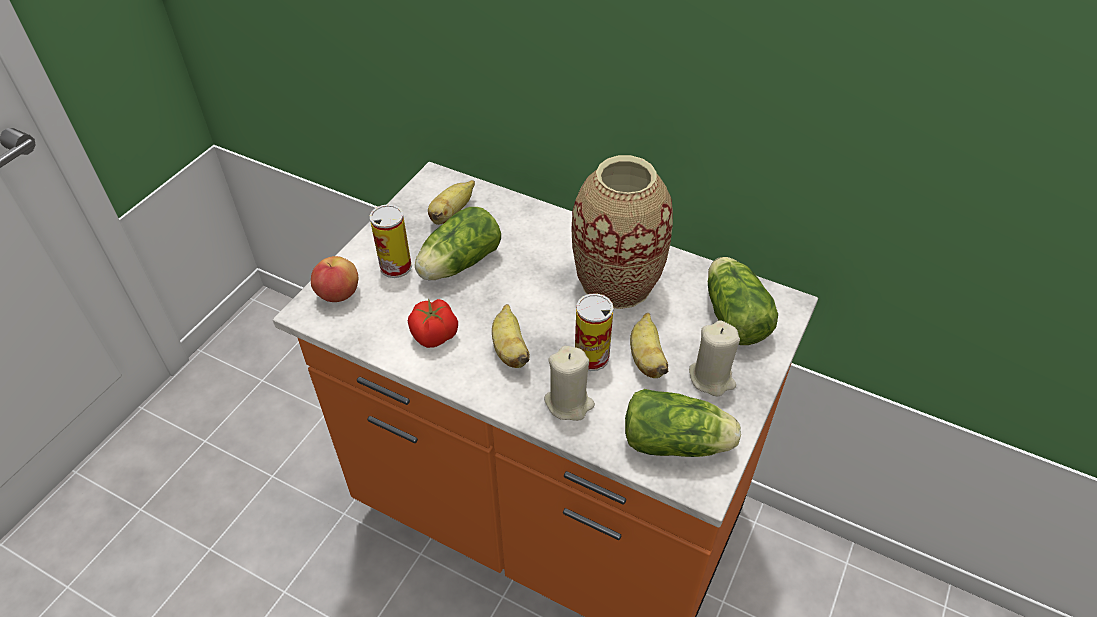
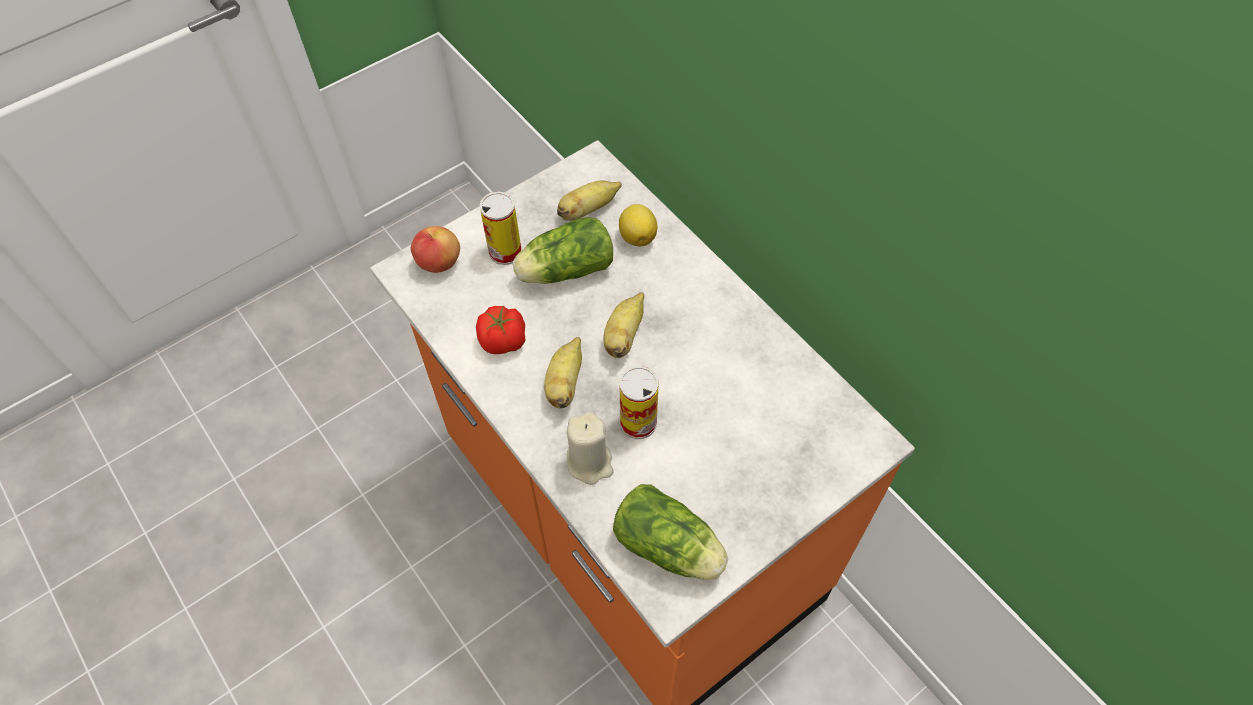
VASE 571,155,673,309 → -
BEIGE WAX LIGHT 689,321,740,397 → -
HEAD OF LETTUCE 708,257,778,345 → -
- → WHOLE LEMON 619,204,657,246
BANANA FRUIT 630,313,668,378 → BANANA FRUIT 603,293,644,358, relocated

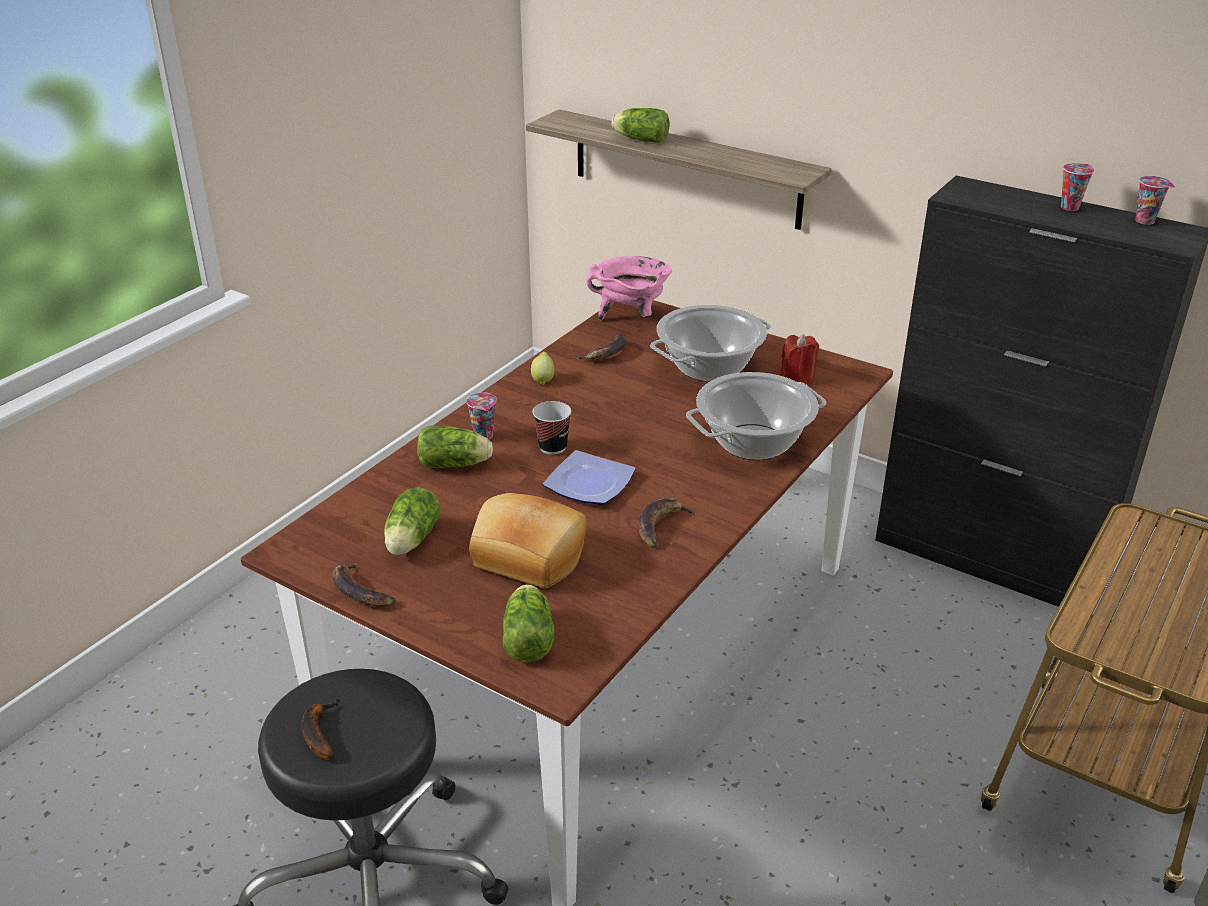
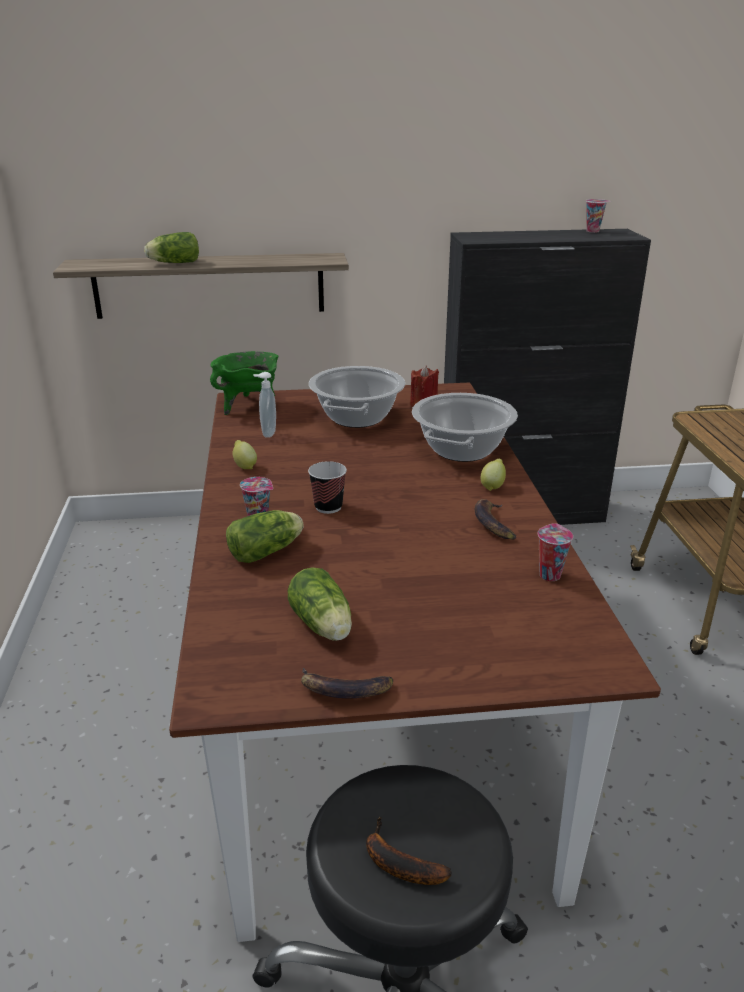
BAKERY BREAD 469,493,587,588 → -
HEAD OF LETTUCE 502,585,555,663 → -
FLAT DISH 543,450,636,505 → -
- → WHOLE LEMON 481,459,506,491
CUP 1061,163,1094,211 → CUP 538,523,573,581, relocated
BANANA FRUIT 575,334,627,360 → LIQUID SOAP BOTTLE 253,372,276,438
PINKISH STOCKPOT 586,256,672,320 → GREENISH STOCKPOT 210,351,279,415

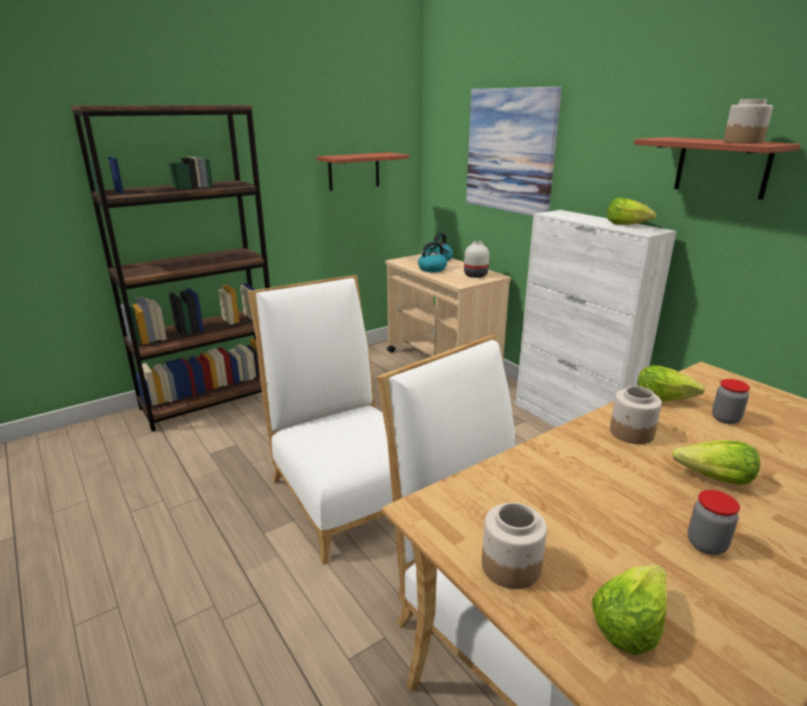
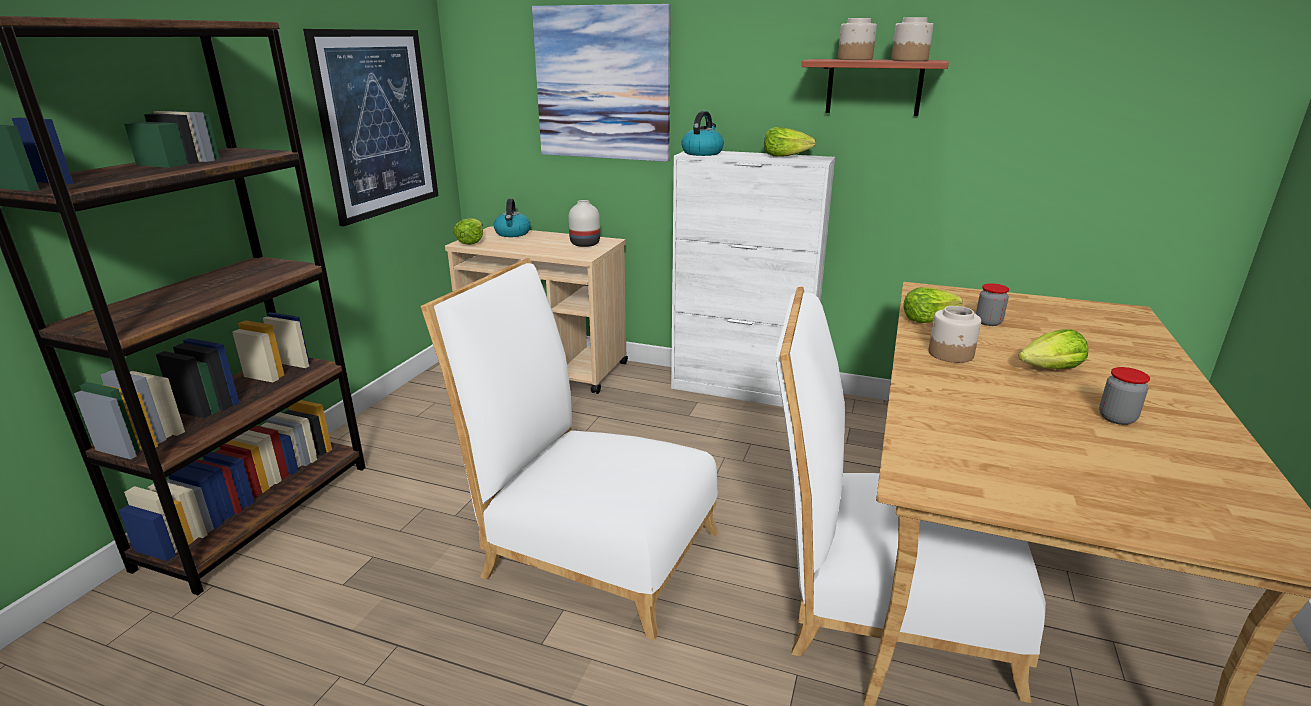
WATER KETTLE 418,242,449,272 → WATER KETTLE 681,111,724,156, relocated
JAR 482,503,547,589 → JAR 838,18,877,60, relocated
HEAD OF LETTUCE 591,565,667,655 → HEAD OF LETTUCE 453,218,483,245, relocated
WALL SHELF 317,152,409,191 → WALL ART 303,29,439,226

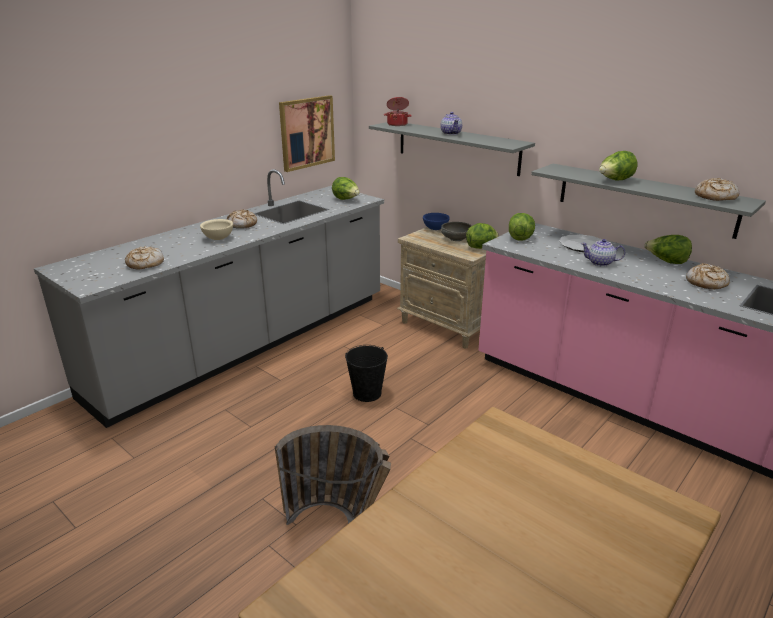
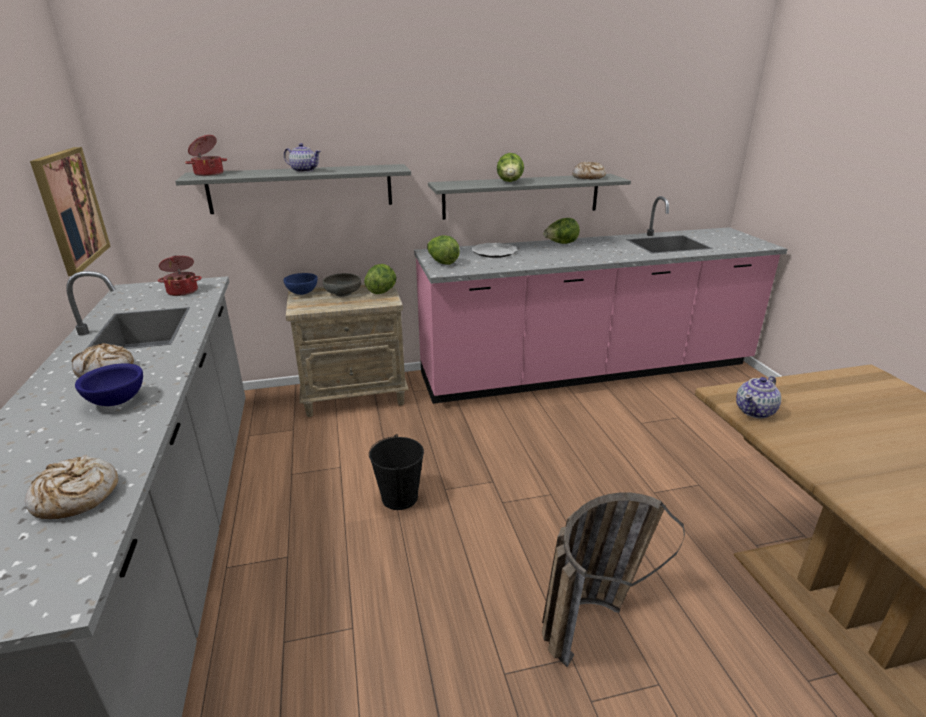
BAKERY BREAD 686,263,730,289 → -
POT FOR TEA 581,239,625,267 → POT FOR TEA 736,376,781,419, relocated
HEAD OF LETTUCE 332,177,360,200 → STOCKPOT 158,256,202,296
BEIGE DEEP DISH 200,219,233,240 → BLUE-COLOURED DEEP DISH 75,363,143,406

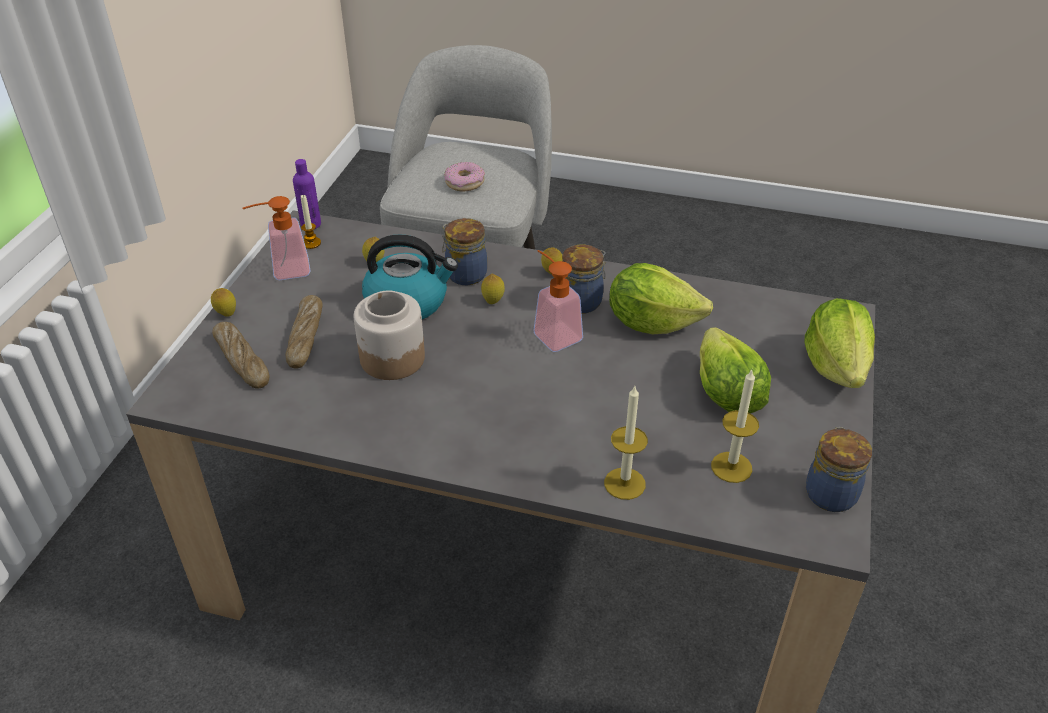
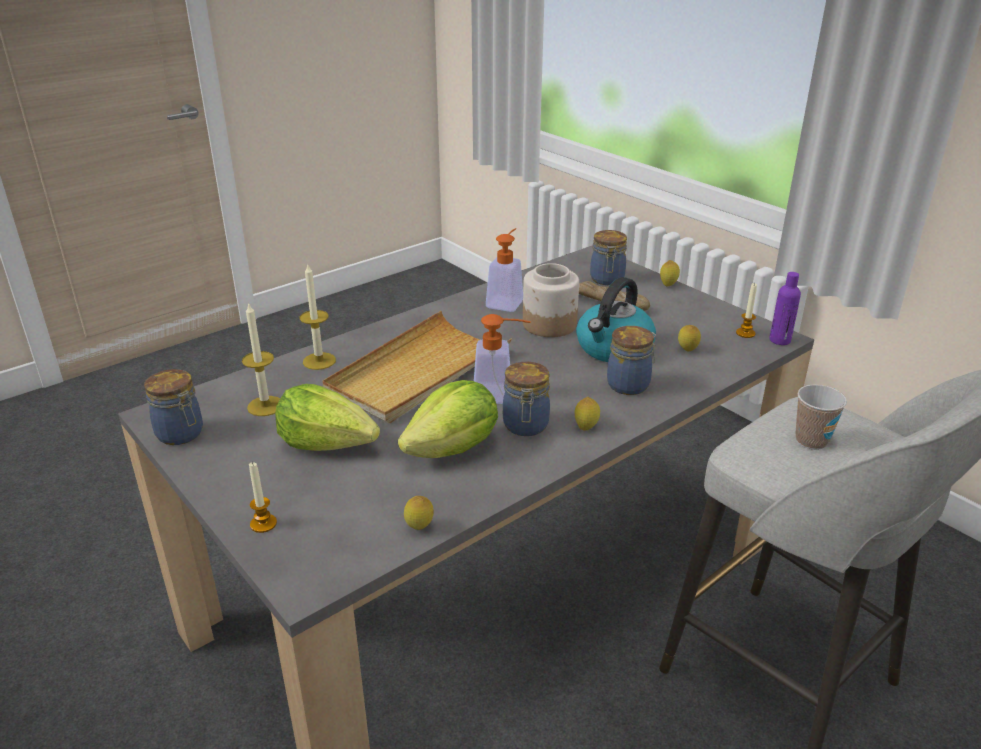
- → BEIGE CARRYING TRAY 322,311,512,423
LIQUID SOAP BOTTLE 242,196,311,280 → LIQUID SOAP BOTTLE 486,228,523,312, relocated
WHOLE LEMON 481,274,505,304 → WHOLE LEMON 404,496,434,530, relocated
BAKERY BREAD 212,322,270,389 → JAR 590,230,627,285
DOUGHNUT 444,162,485,192 → CUP 795,384,847,450
HEAD OF LETTUCE 805,298,875,388 → WAX LIGHT 249,462,277,533

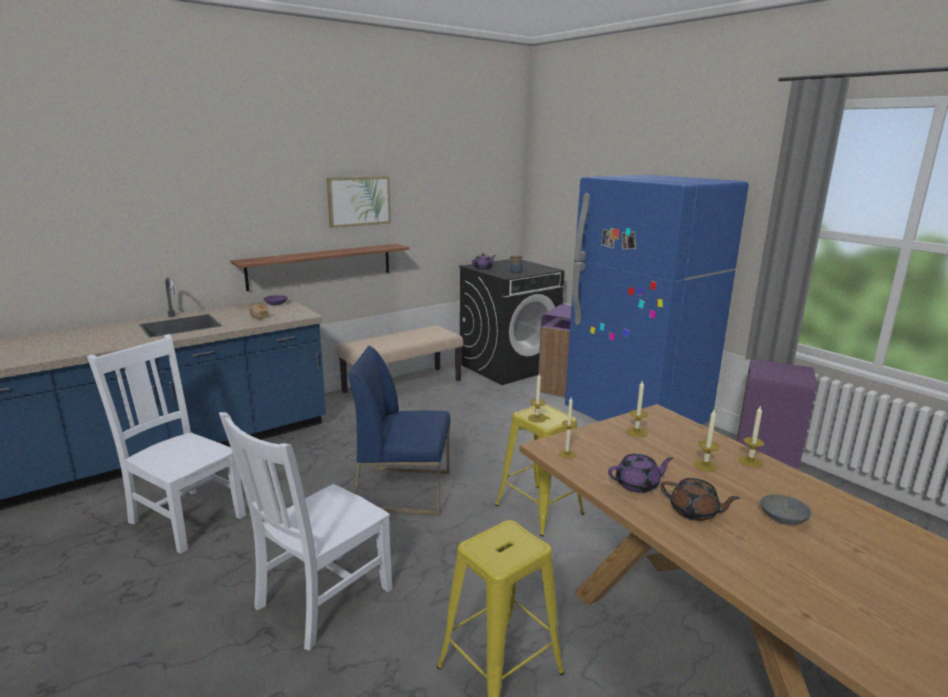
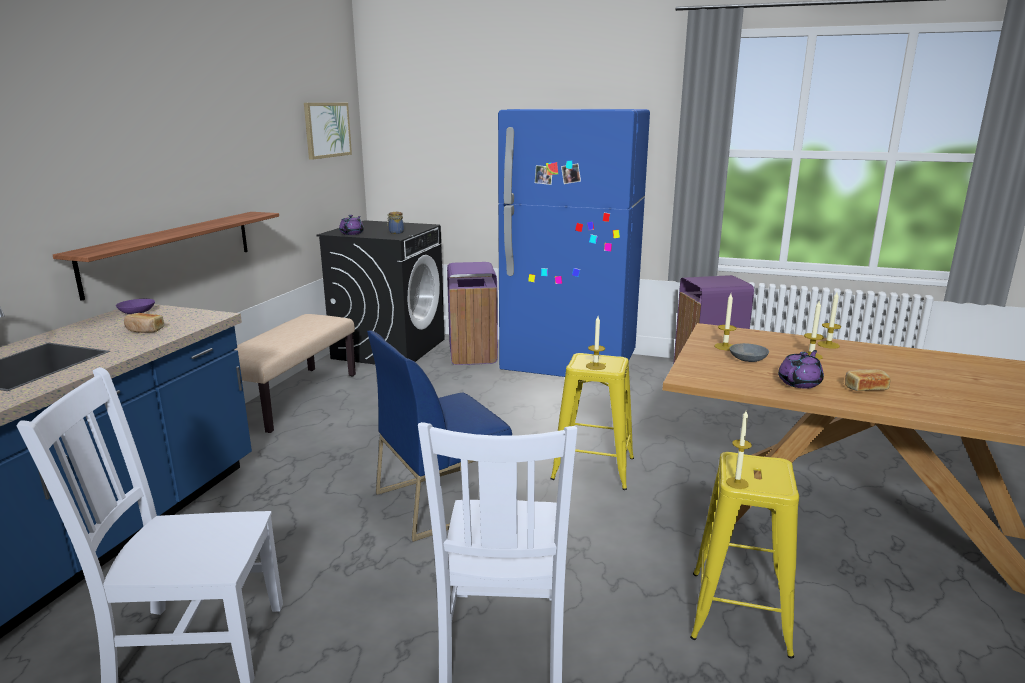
WALL ART 327,176,391,228 → WALL ART 304,103,352,160, relocated
WAX LIGHT 559,398,577,459 → WAX LIGHT 726,411,752,489, relocated
GREY DEEP DISH 760,494,812,525 → GREY DEEP DISH 729,343,769,362, relocated
BROWNISH POT FOR TEA 661,478,740,521 → BAKERY BREAD 845,369,891,391

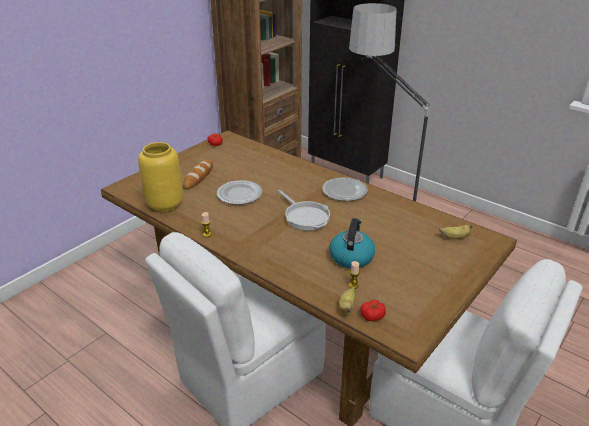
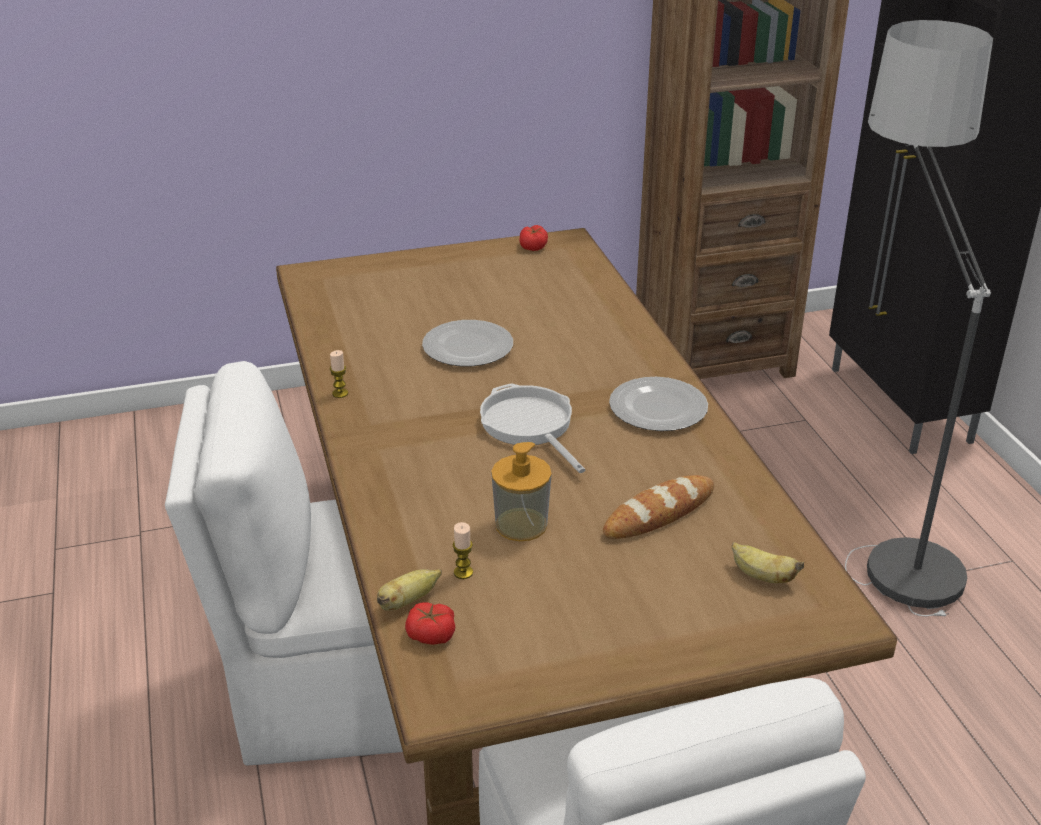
YELLOWISH VASE 138,142,183,212 → -
BAKERY BREAD 183,160,213,189 → BAKERY BREAD 603,475,714,539, relocated
WATER KETTLE 329,218,375,268 → LIQUID SOAP BOTTLE 491,442,552,541
SKILLET 278,190,330,231 → SKILLET 480,383,585,473, 150 degrees clockwise

